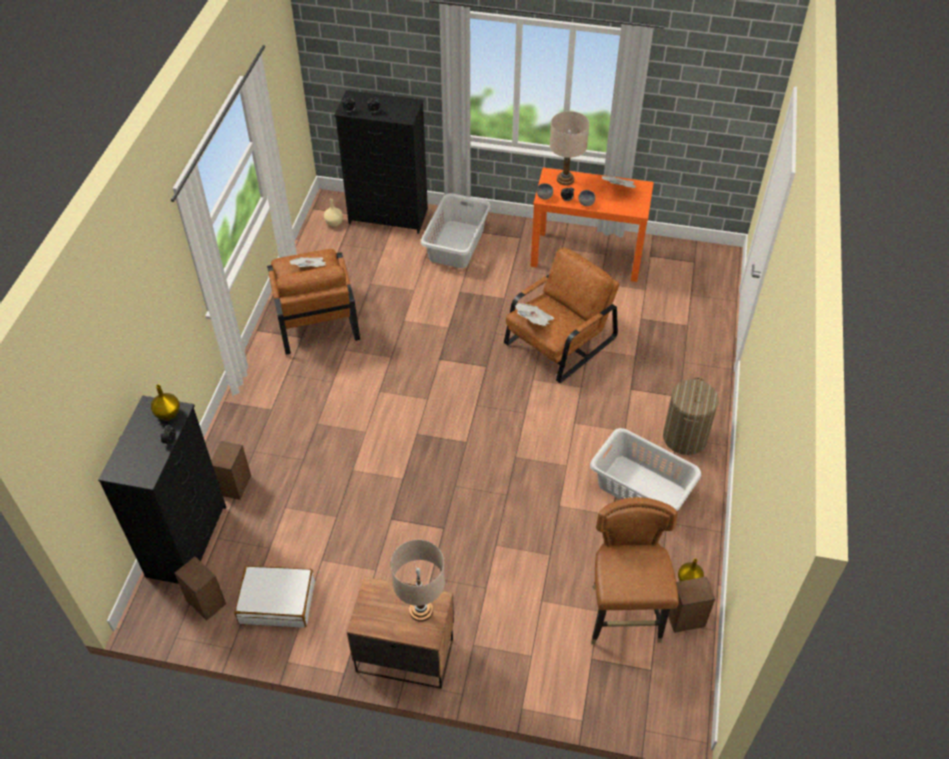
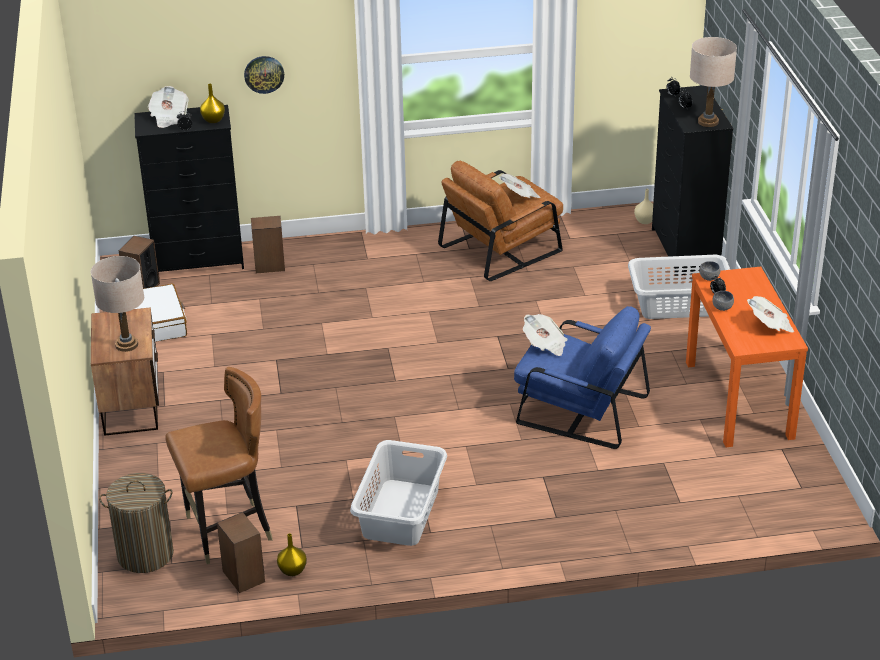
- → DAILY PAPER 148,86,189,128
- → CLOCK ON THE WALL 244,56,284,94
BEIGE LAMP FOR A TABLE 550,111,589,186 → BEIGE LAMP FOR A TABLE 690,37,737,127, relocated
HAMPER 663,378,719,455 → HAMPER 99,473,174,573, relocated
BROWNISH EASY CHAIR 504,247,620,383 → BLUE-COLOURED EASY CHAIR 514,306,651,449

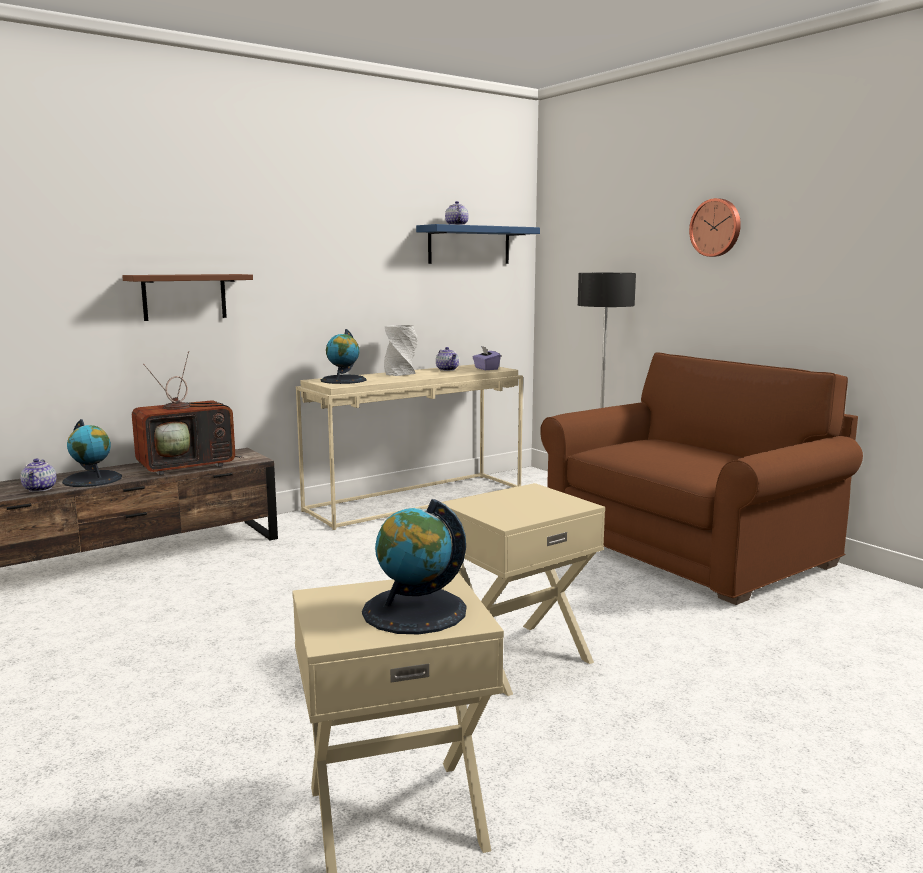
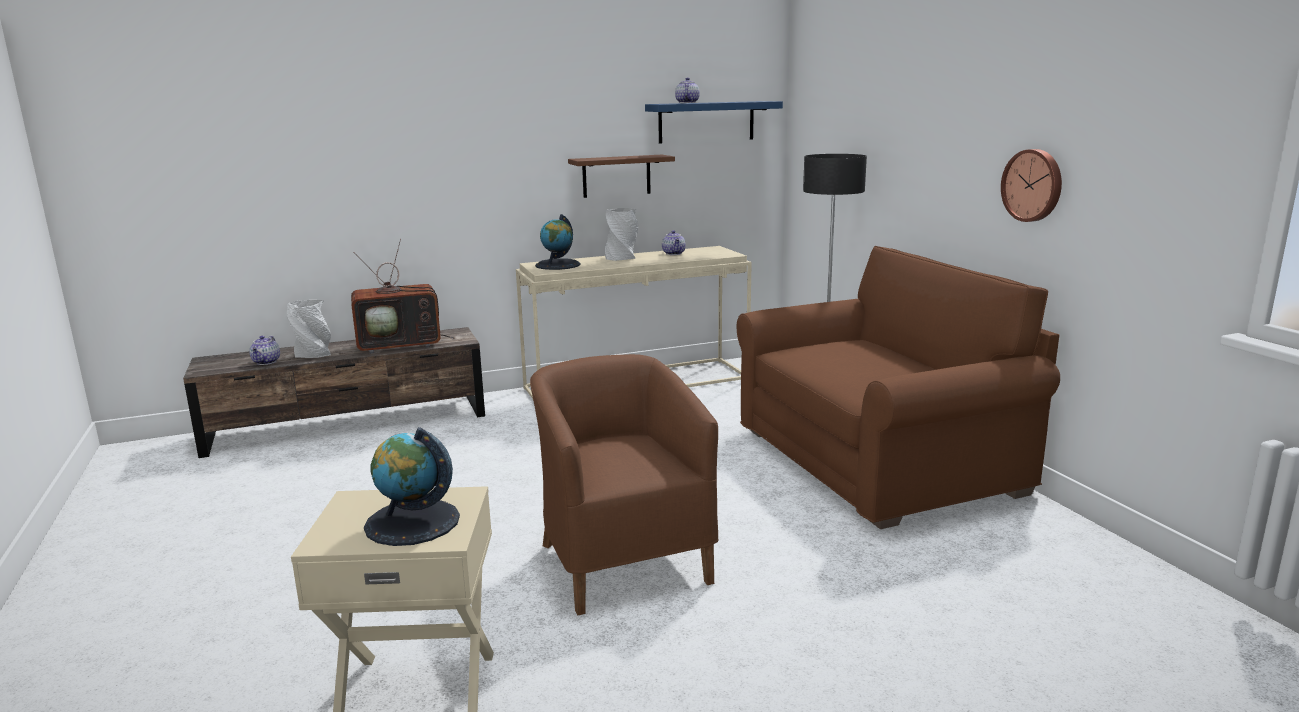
PURPLE-COLOURED BOX OF TISSUES 473,346,501,370 → -
BROWNISH WALL SHELF 122,274,253,321 → BROWNISH WALL SHELF 568,155,675,198, relocated
CLOCK ON THE WALL 689,198,741,257 → CLOCK ON THE WALL 1001,149,1062,222, relocated
WORLD GLOBE 62,419,122,487 → GREY VASE 286,300,331,358
BEIGE END TABLE 442,483,605,696 → BROWNISH EASY CHAIR 530,354,718,615

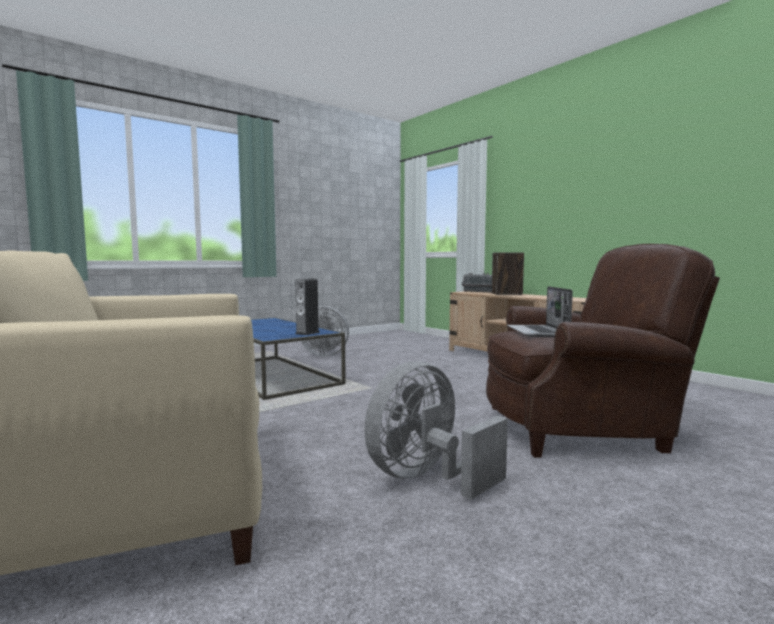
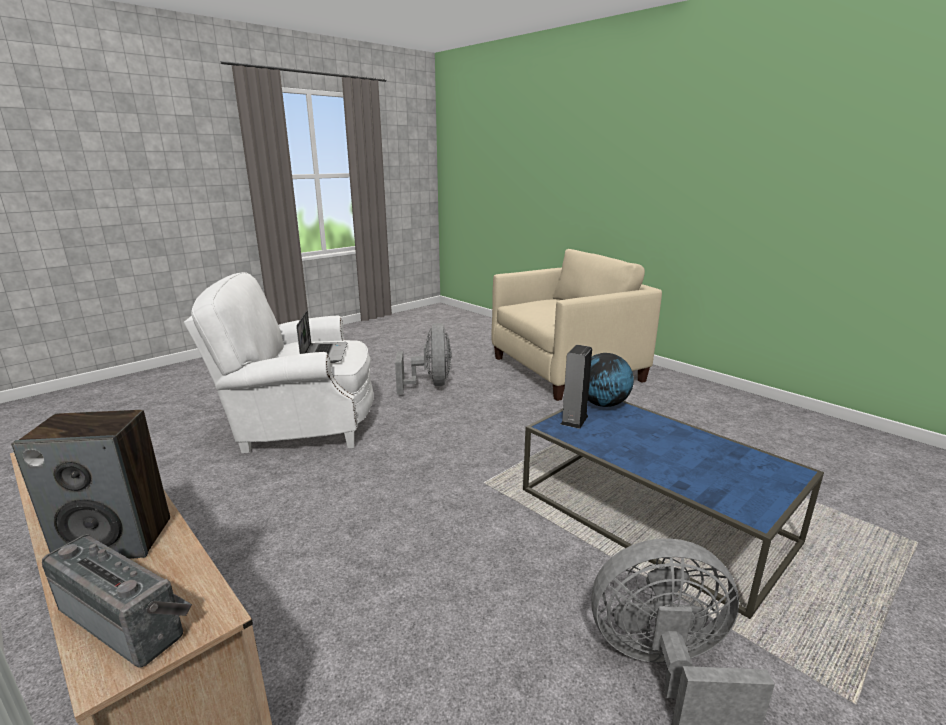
- → WORLD GLOBE 588,353,634,407
BROWNISH EASY CHAIR 486,244,720,458 → WHITE EASY CHAIR 184,272,374,453
GREY ELECTRIC FAN 364,361,508,500 → GREY ELECTRIC FAN 395,323,452,394, 45 degrees counterclockwise

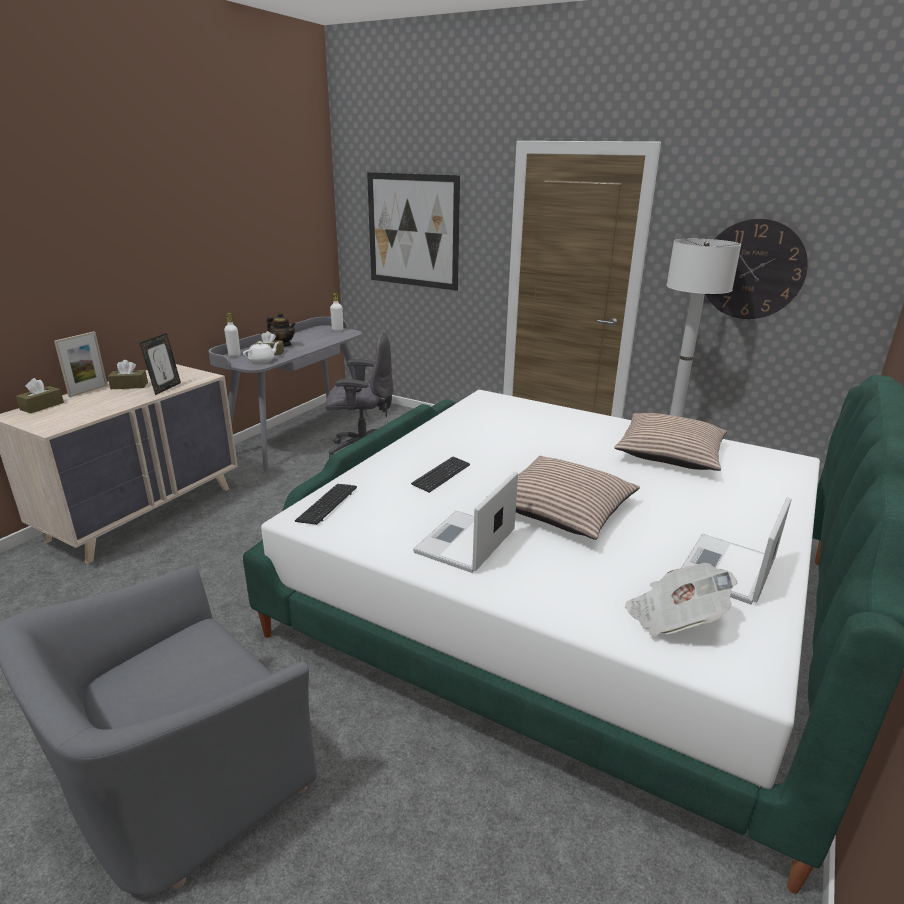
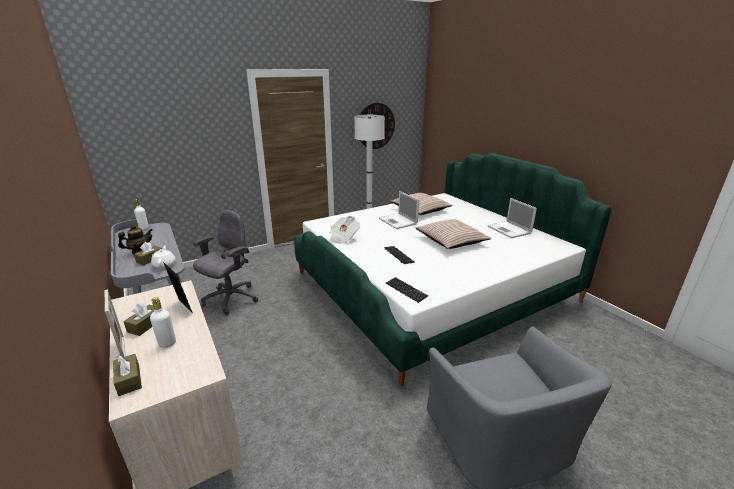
WALL ART 367,172,460,291 → -
WHITE BOTTLE 224,313,241,357 → WHITE BOTTLE 150,297,176,348, relocated
PORTABLE COMPUTER 413,471,518,573 → PORTABLE COMPUTER 379,191,419,229, relocated
DAILY PAPER 625,563,737,636 → DAILY PAPER 329,216,360,244, relocated

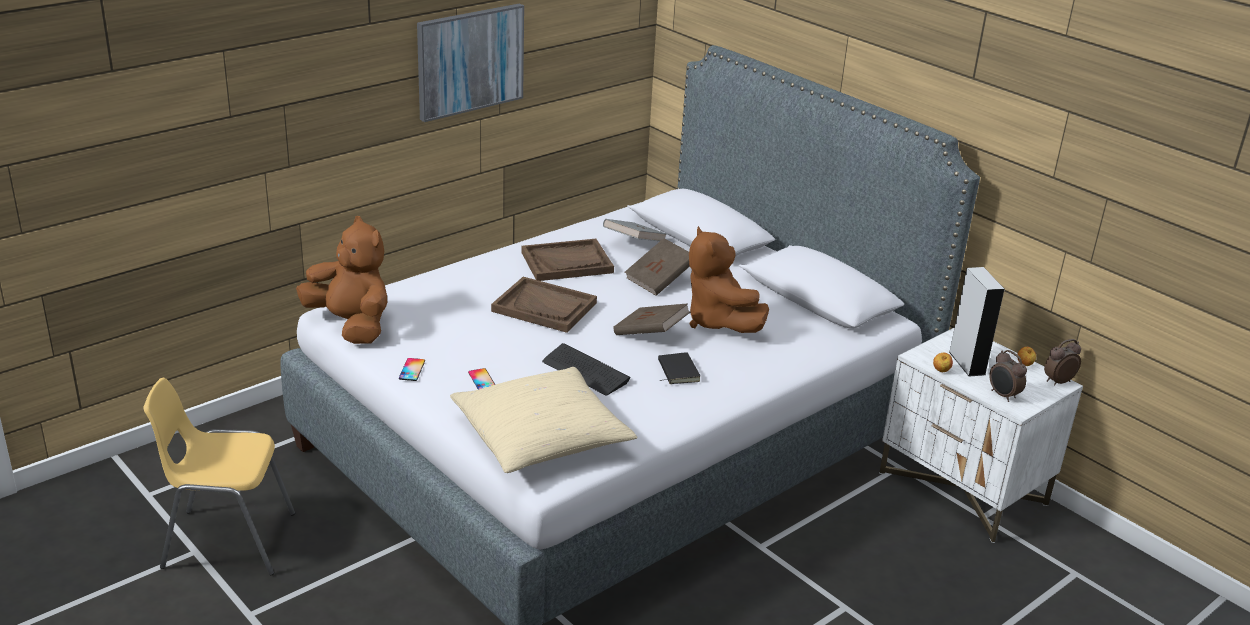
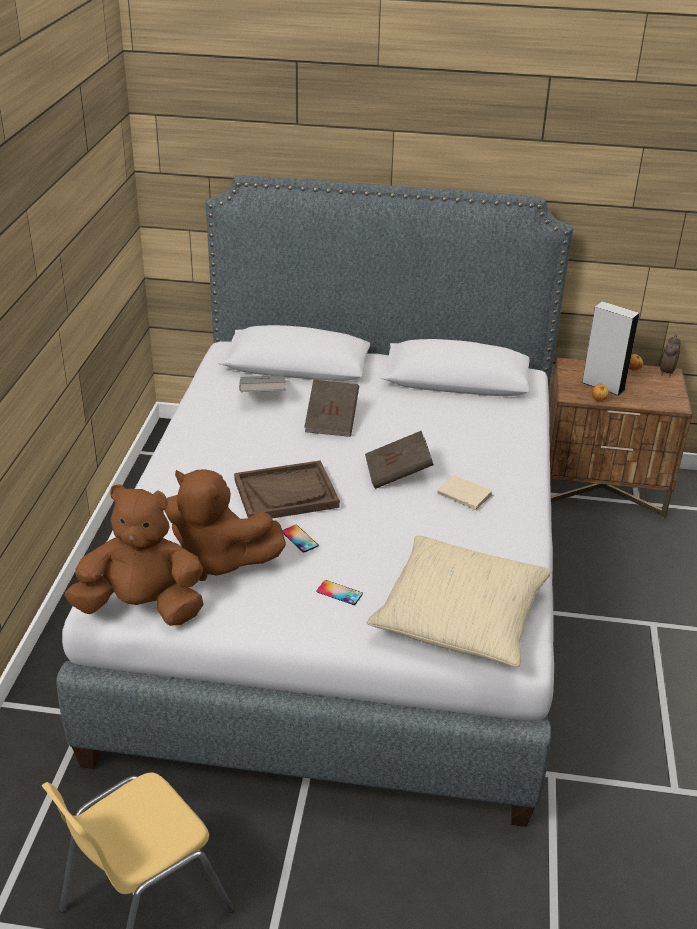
WALL ART 417,3,524,122 → -
BROWNISH CARRYING TRAY 521,239,614,281 → -
KEYBOARD 542,343,631,395 → -
TABLE CLOCK 989,350,1027,402 → -
PHONE 399,358,425,381 → PHONE 282,525,319,553, relocated
BROWNISH CUDDLY TOY 689,226,769,333 → BROWNISH CUDDLY TOY 164,469,286,581, relocated
BLACKISH BOOK 658,352,700,384 → BEIGE BOOK 437,475,492,512
WHITE NIGHTSTAND 879,327,1083,543 → BROWNISH NIGHTSTAND 549,357,692,519

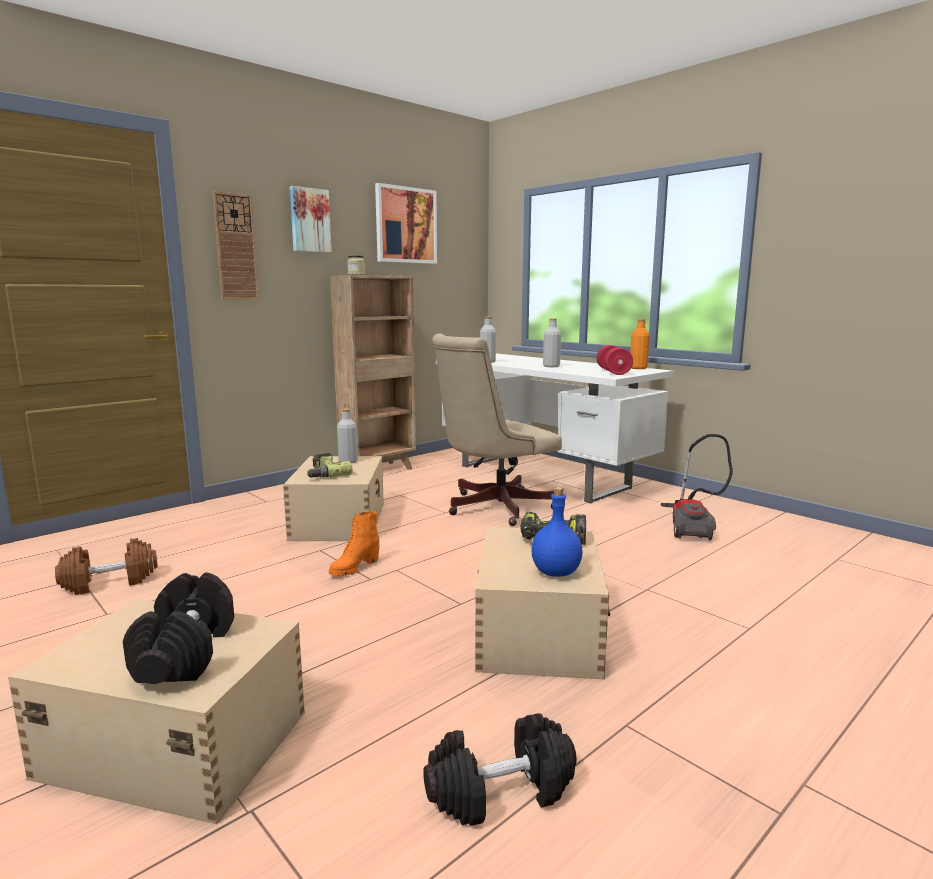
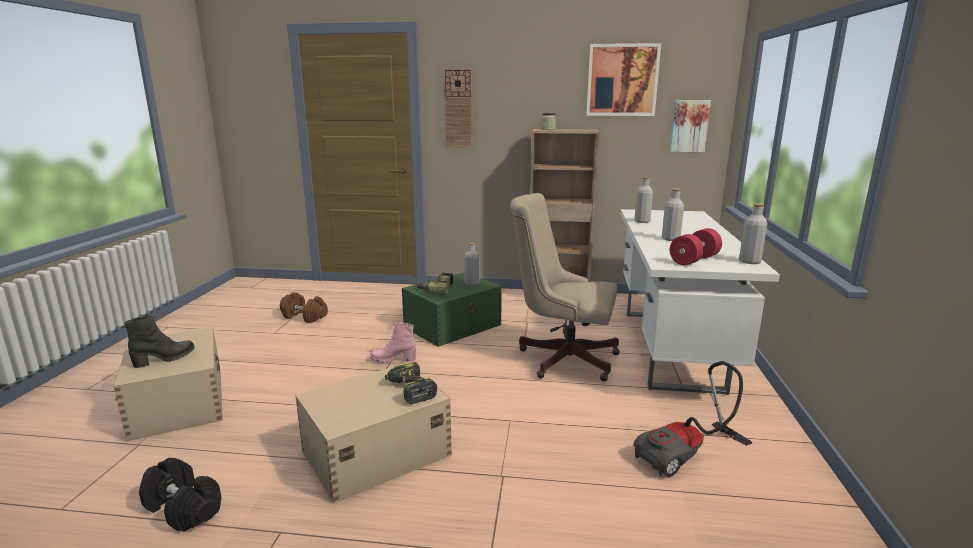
BLUE-COLOURED BOTTLE 531,487,583,577 → -
WALL ART 290,186,332,253 → WALL ART 670,100,711,152, relocated
BLACKISH HAND WEIGHT 123,572,234,684 → BLACKISH TALL BOOT 124,315,195,368
BEIGE STORAGE BOX 283,456,384,541 → GREENISH STORAGE BOX 402,273,502,347
ORANGE-COLOURED TALL BOOT 329,511,380,576 → PINKISH TALL BOOT 370,323,416,363
ORANGE-COLOURED BOTTLE 630,319,650,369 → GREY BOTTLE 739,203,767,264

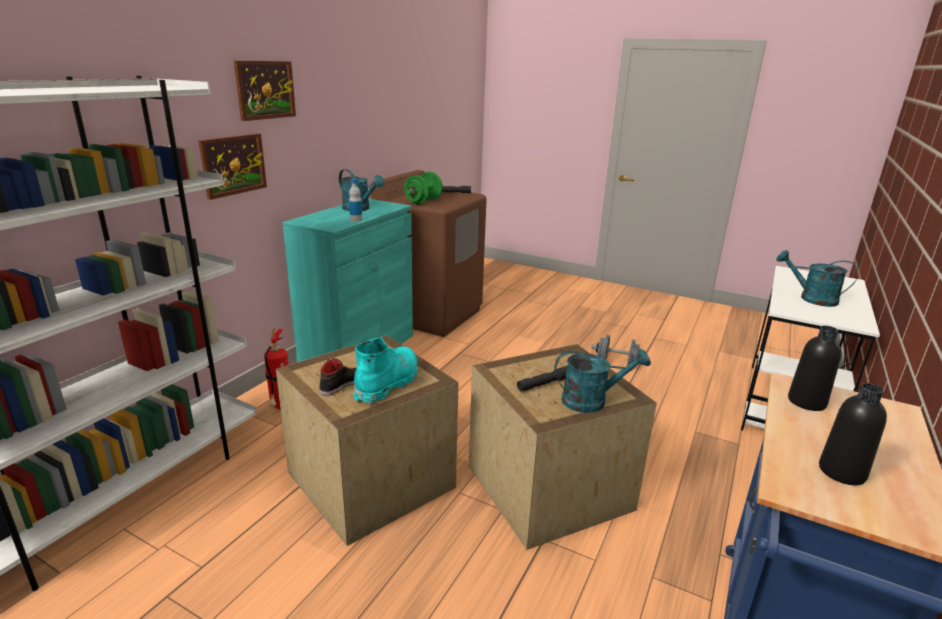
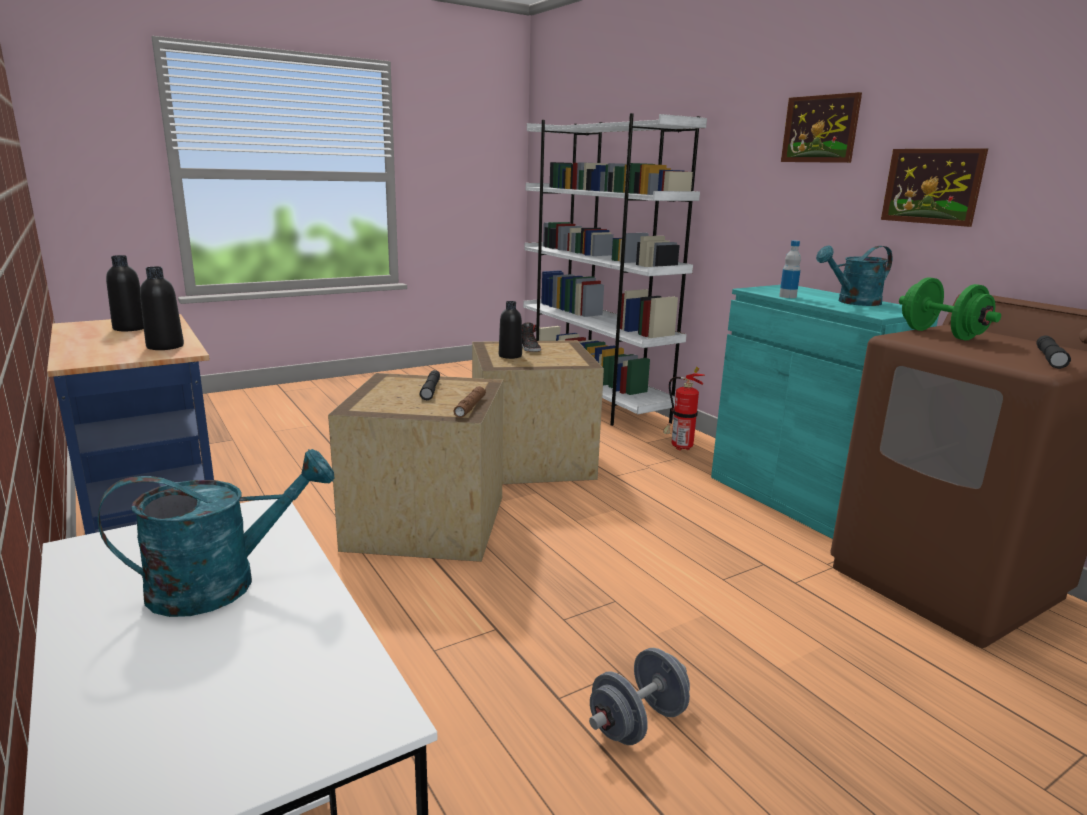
BLUE-GREEN WATERING POT 554,349,651,413 → -
- → BROWNISH TORCH 453,386,486,418
WALL ART 199,134,267,200 → WALL ART 881,148,988,227, relocated
BLUE-GREEN TALL BOOT 353,337,418,405 → BLACKISH BOTTLE 499,301,522,359

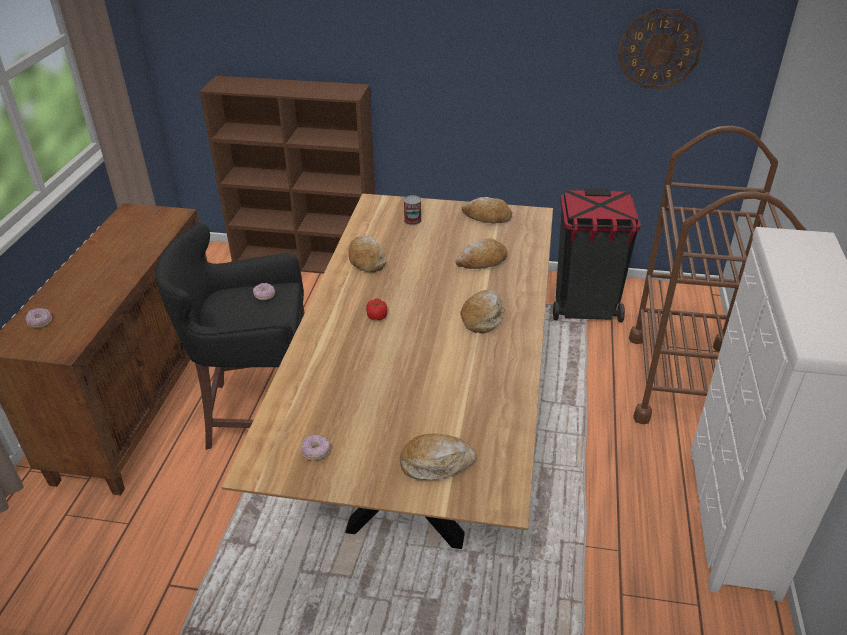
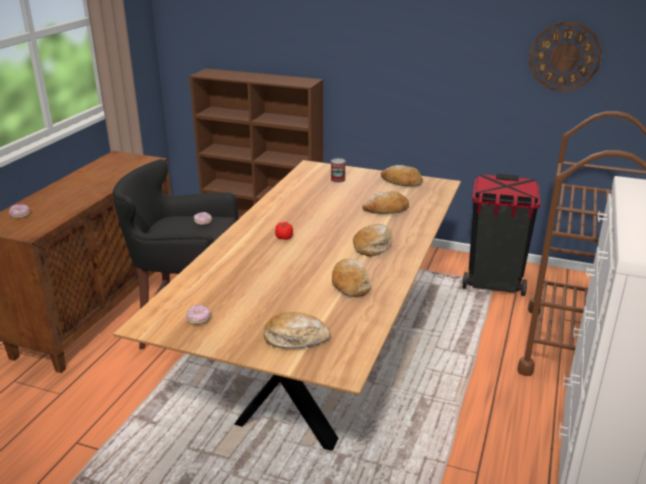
BAKERY BREAD 349,236,387,273 → BAKERY BREAD 332,259,371,297, relocated

